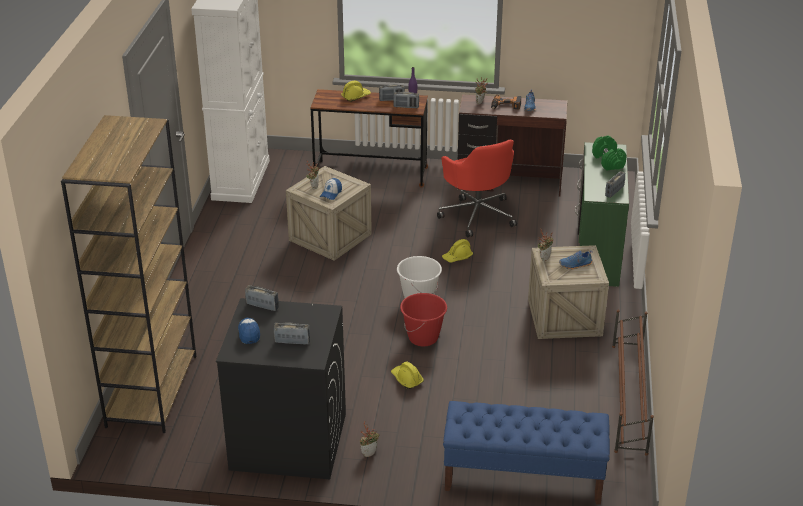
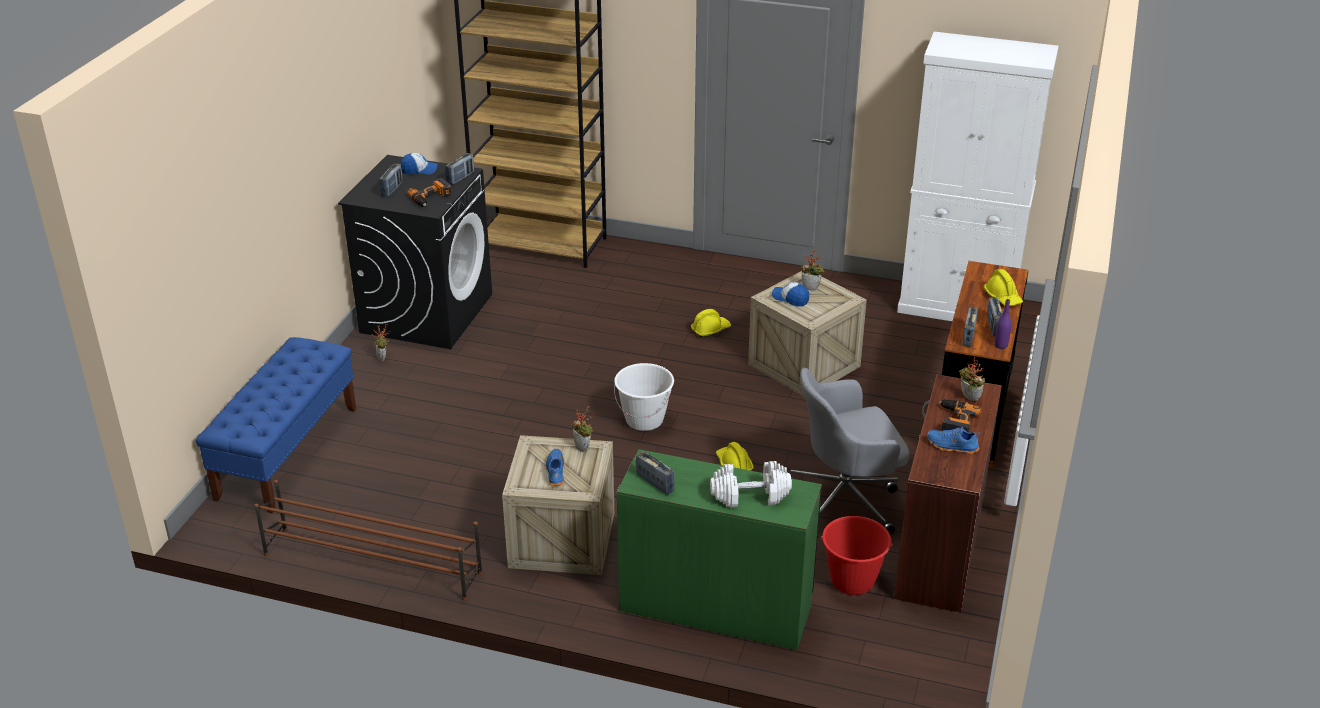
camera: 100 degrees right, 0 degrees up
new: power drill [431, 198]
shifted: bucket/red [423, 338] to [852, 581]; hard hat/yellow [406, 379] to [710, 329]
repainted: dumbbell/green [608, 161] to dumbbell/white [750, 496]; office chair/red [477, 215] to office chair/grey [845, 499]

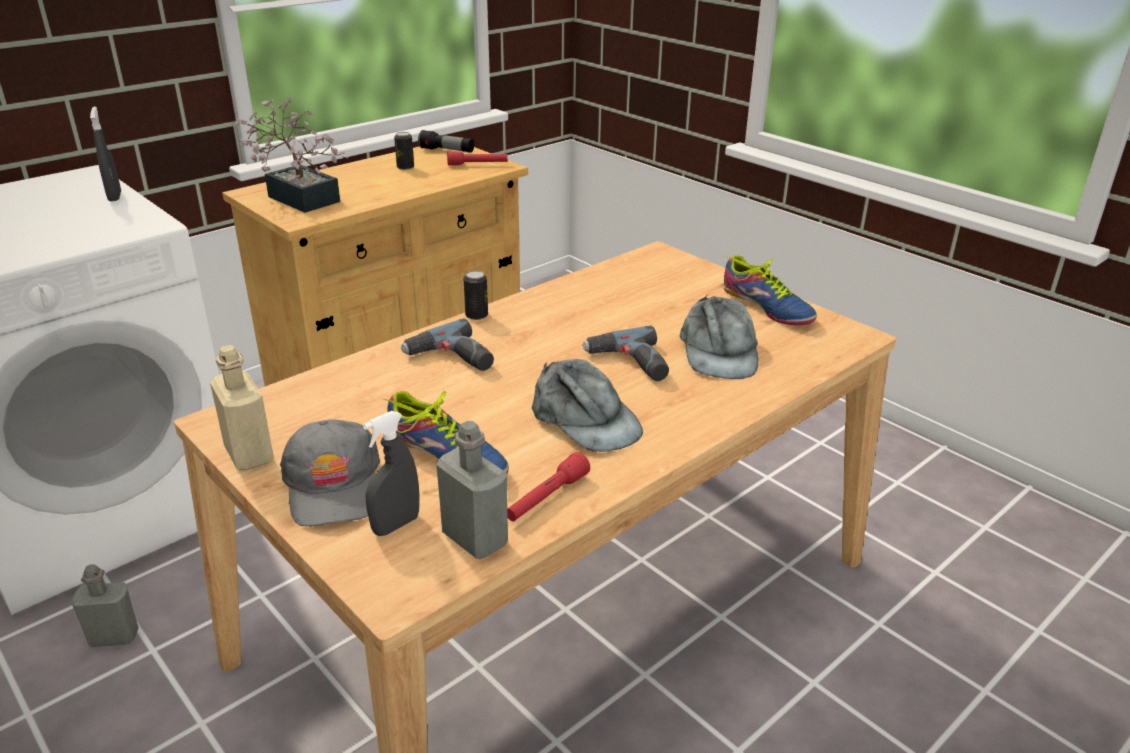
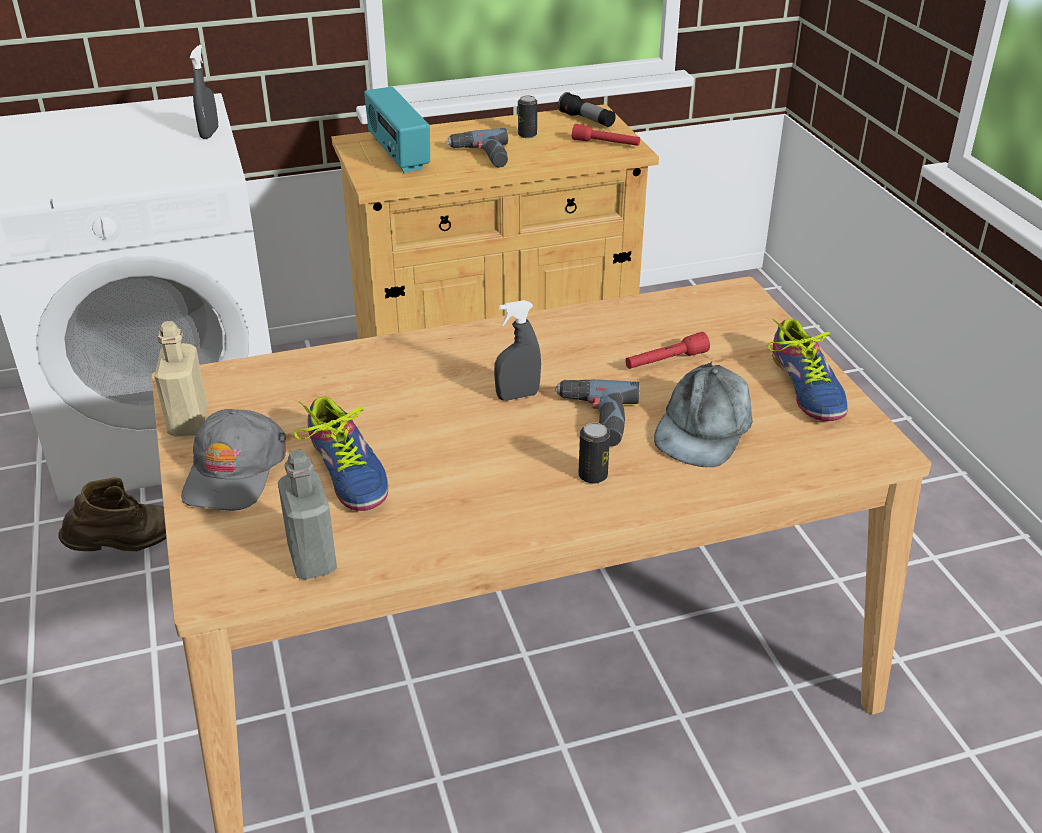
camera: 25 degrees right, 5 degrees up
gone: cap/grey [585, 420]
shifted: can [476, 315] to [592, 476]; power drill [451, 359] to [481, 156]; spray bottle/grey [396, 525] to [517, 396]; flashlight/red [547, 498] to [666, 361]
swapped: potted plant [299, 196] to radio [397, 154]; bottle/grey [114, 637] to boot/brown [124, 548]

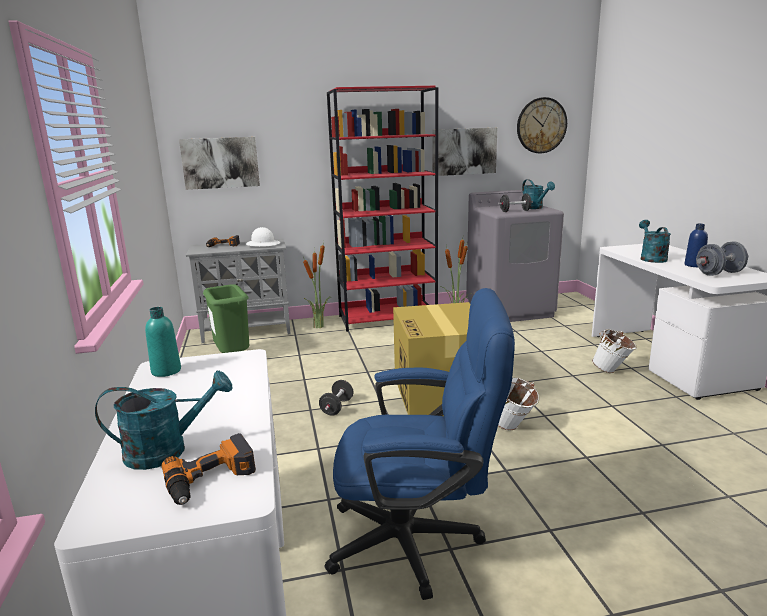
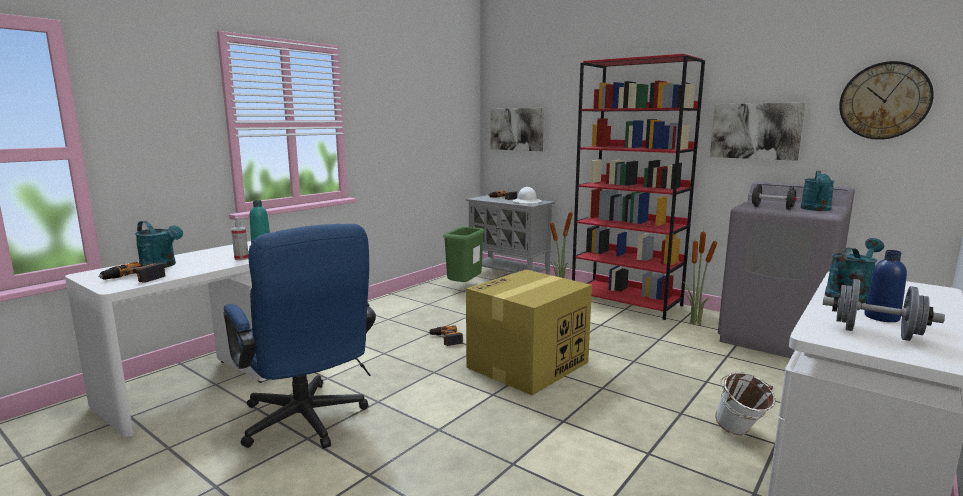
camera: 50 degrees right, 5 degrees down
gone: bucket/white [513, 428]
new: spray bottle [241, 258]
swapped: dumbbell/black [337, 407] to power drill [446, 339]

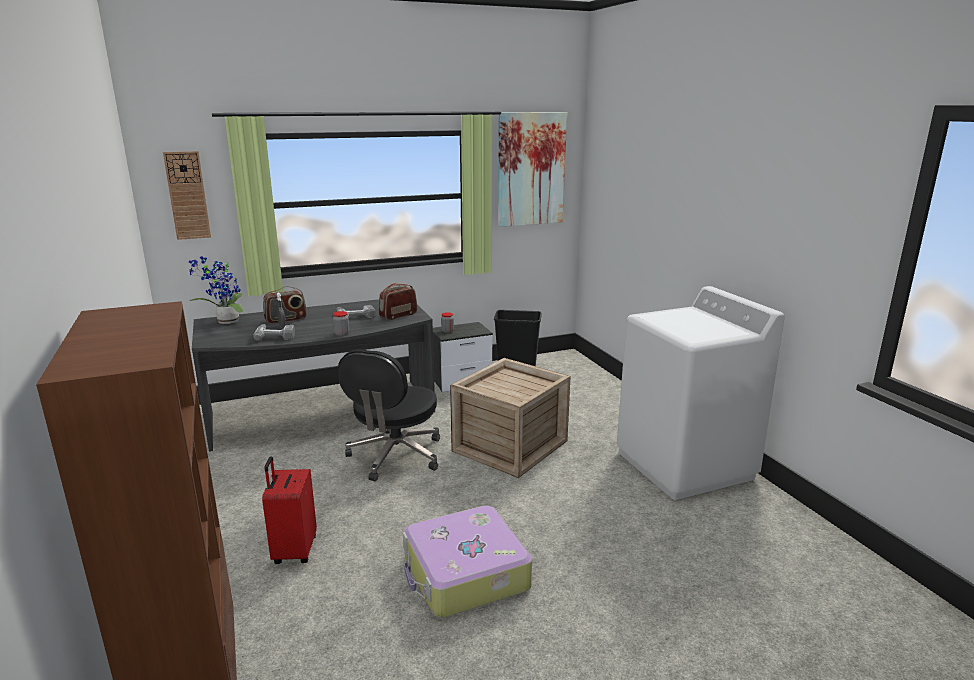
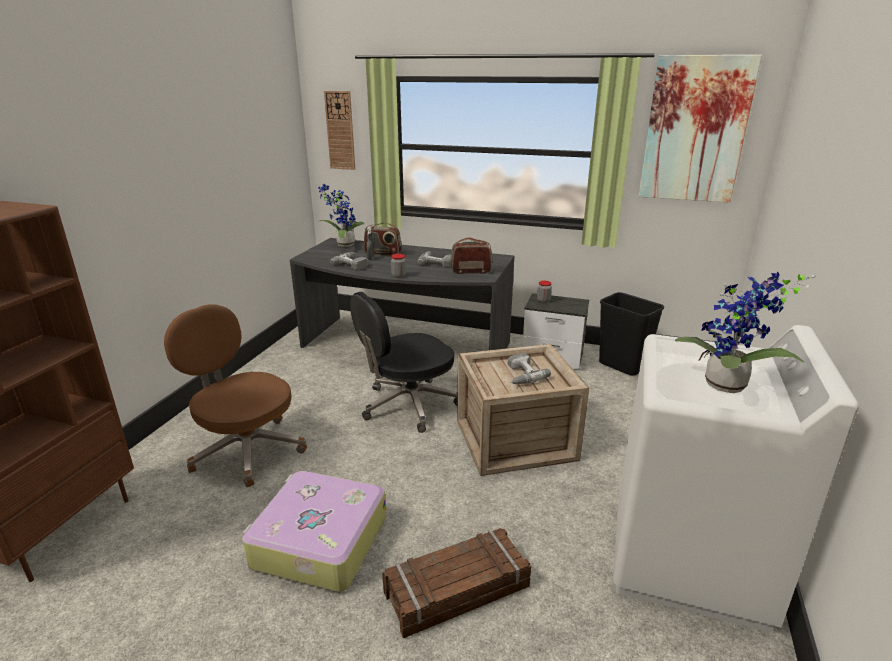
camera: 40 degrees right, 5 degrees up
new: potted plant [726, 388]; power drill [521, 375]; crate [457, 591]
swapped: suitcase/red [294, 551] to office chair/brown [246, 449]

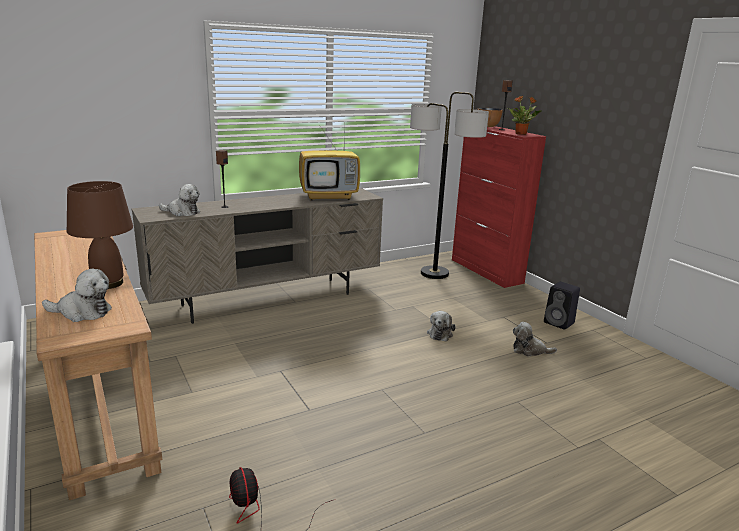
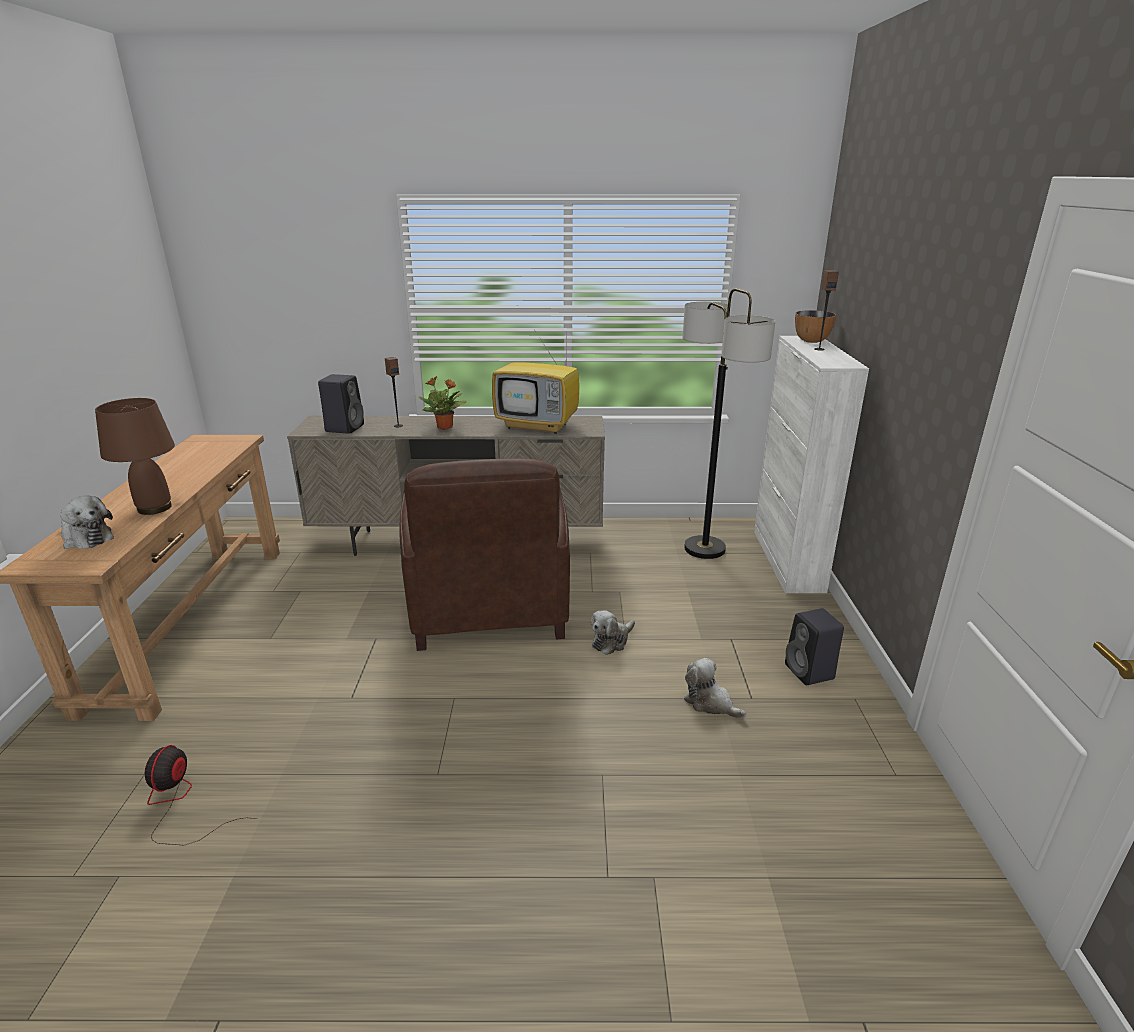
camera: 30 degrees right, 5 degrees up
new: armchair/brown [489, 608]
shifted: potted plant [521, 134] to [445, 427]
swapped: plush toy [182, 212] to speaker/black [345, 428]
repainted: cabinet/red [486, 271] to cabinet/white [787, 560]

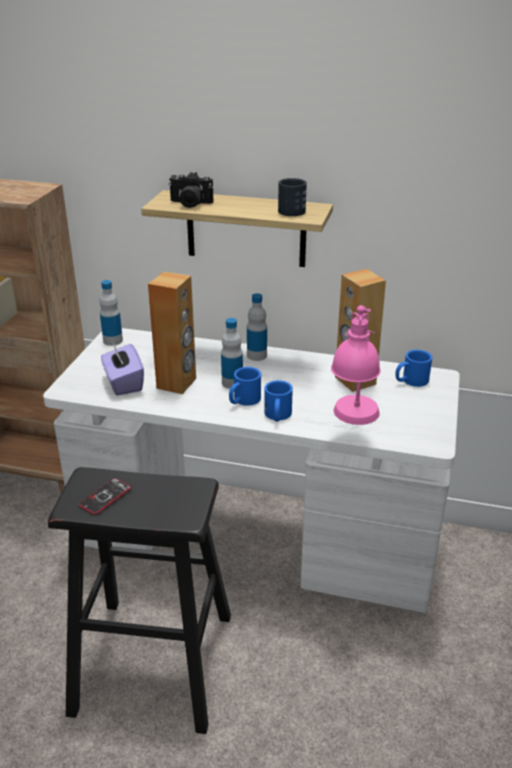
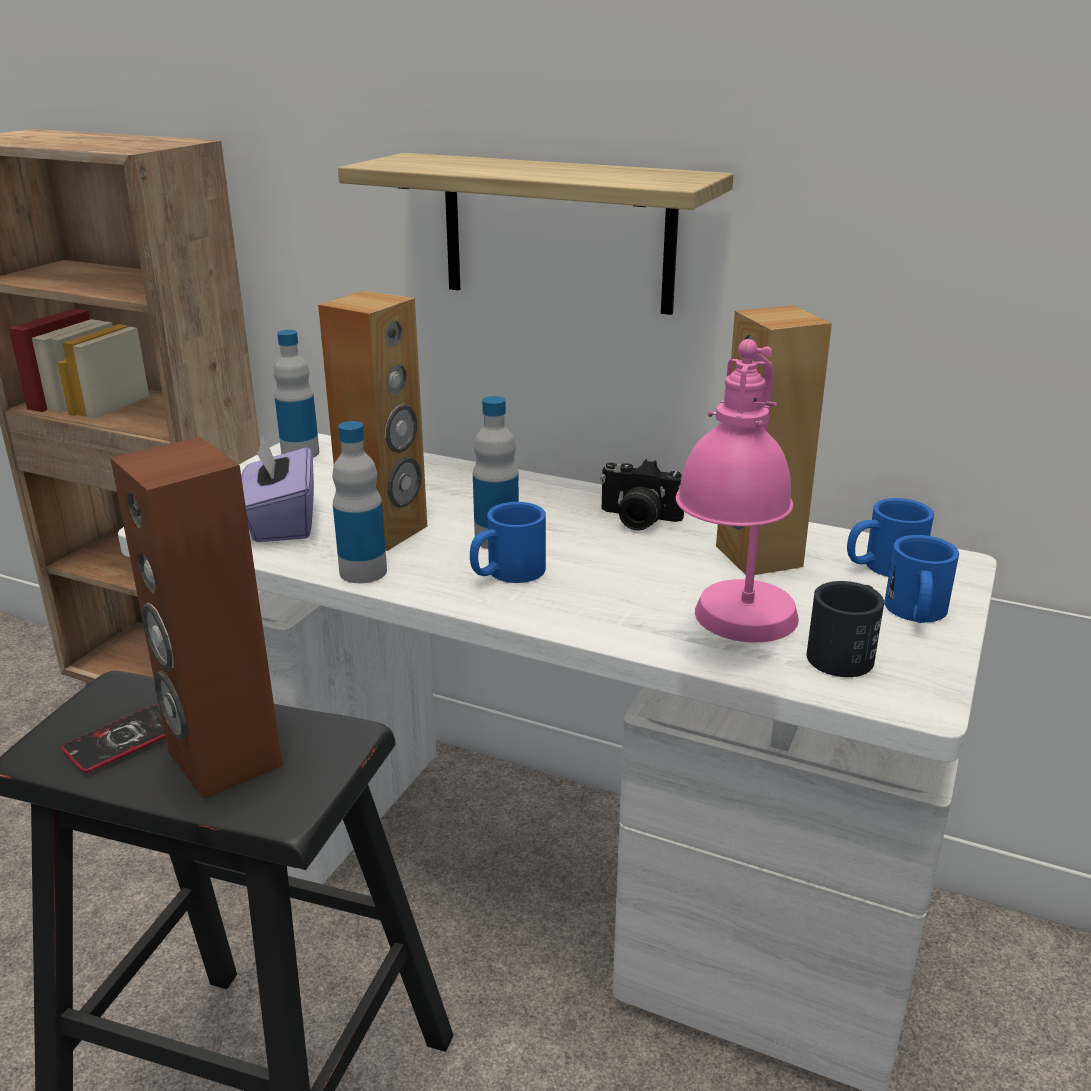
camera: 10 degrees right, 5 degrees down
new: speaker/brown [223, 760]
shifted: photo camera [190, 204] to [638, 519]; mug/black [294, 209] to [845, 652]; bottle [256, 355] to [363, 572]; mug/blue [277, 416] to [916, 614]

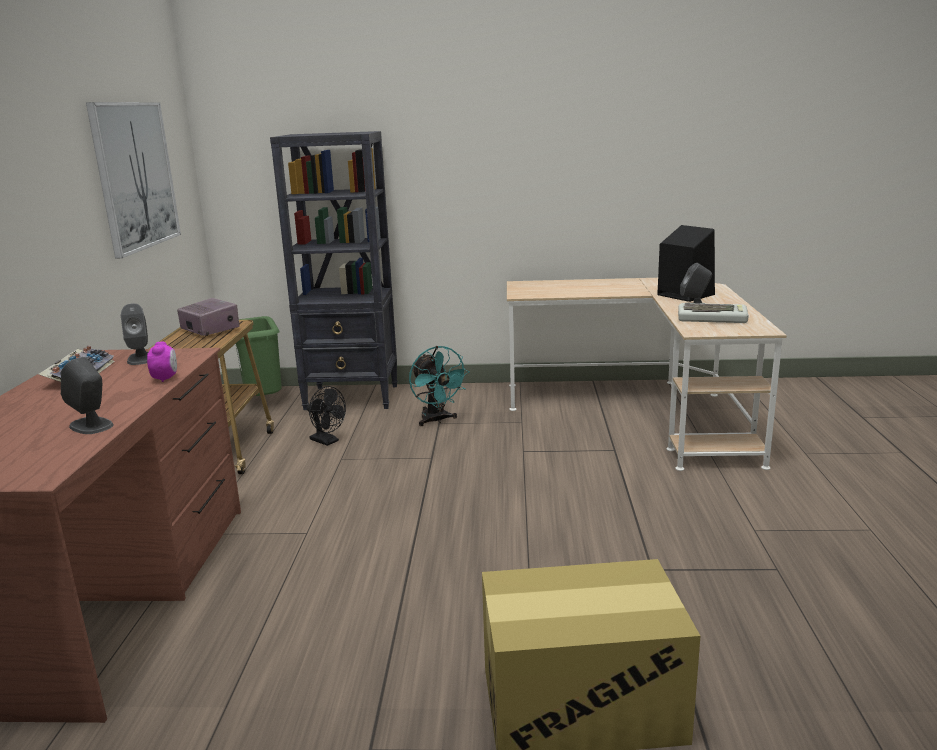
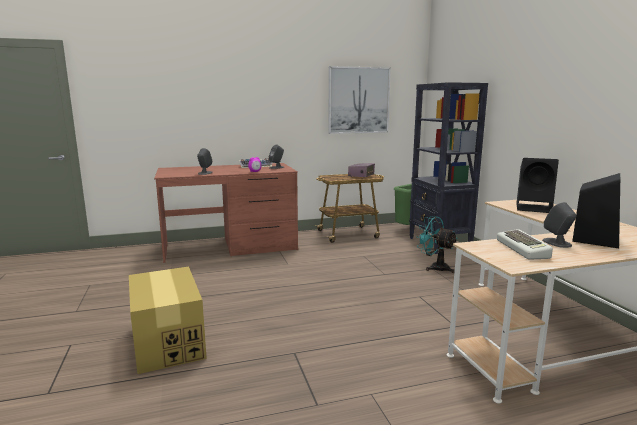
camera: 70 degrees right, 5 degrees down
gone: fan/black [327, 441]
new: speaker/black [534, 208]
rotated: fan/turquoise [437, 420] = [435, 267] 90 degrees clockwise

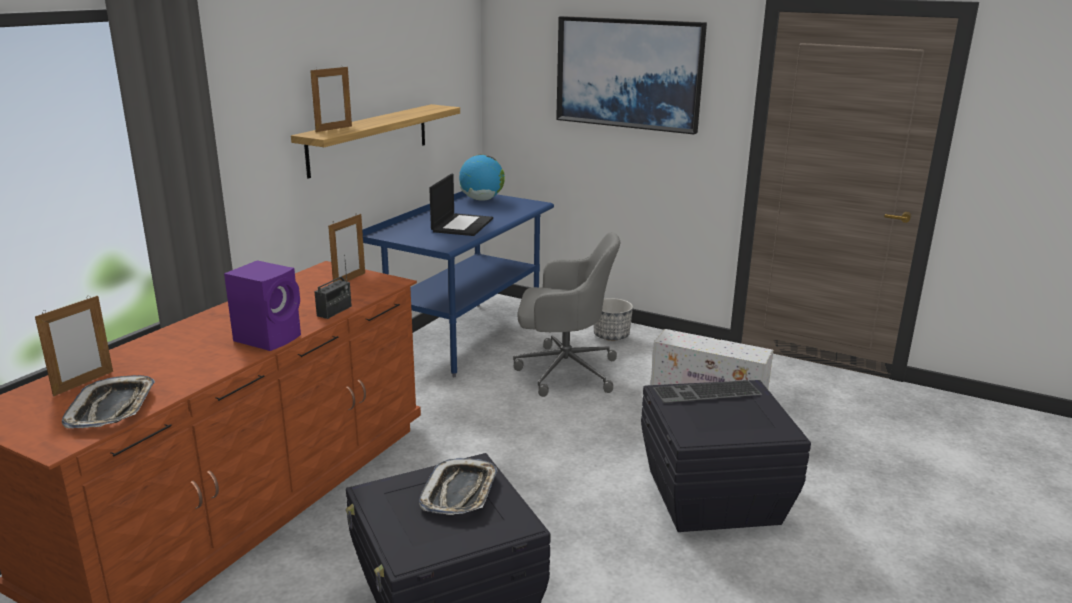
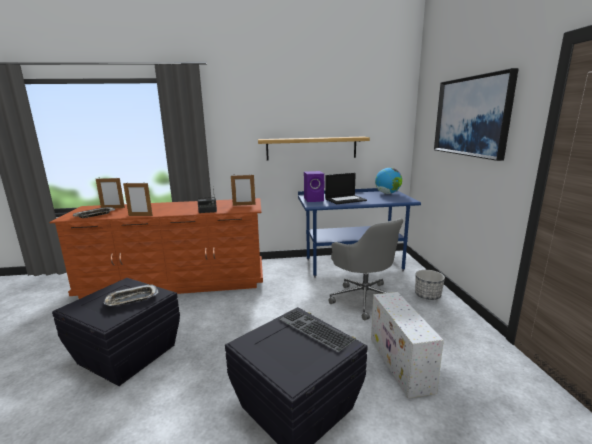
camera: 55 degrees right, 5 degrees down
shifted: picture frame [334, 129] to [140, 215]; speaker/purple [269, 338] to [314, 199]

